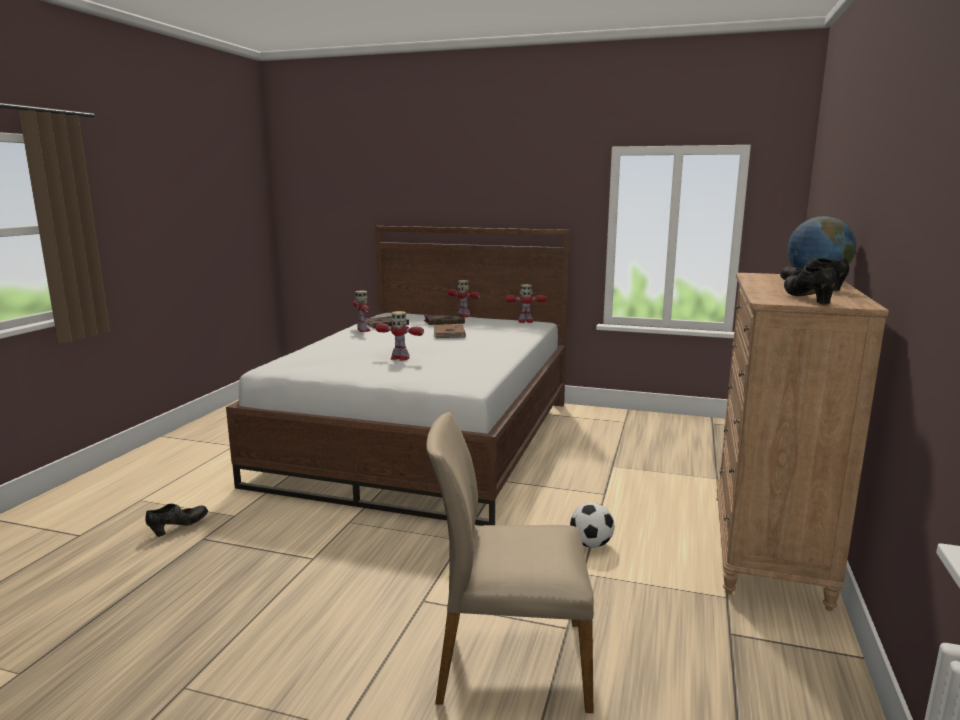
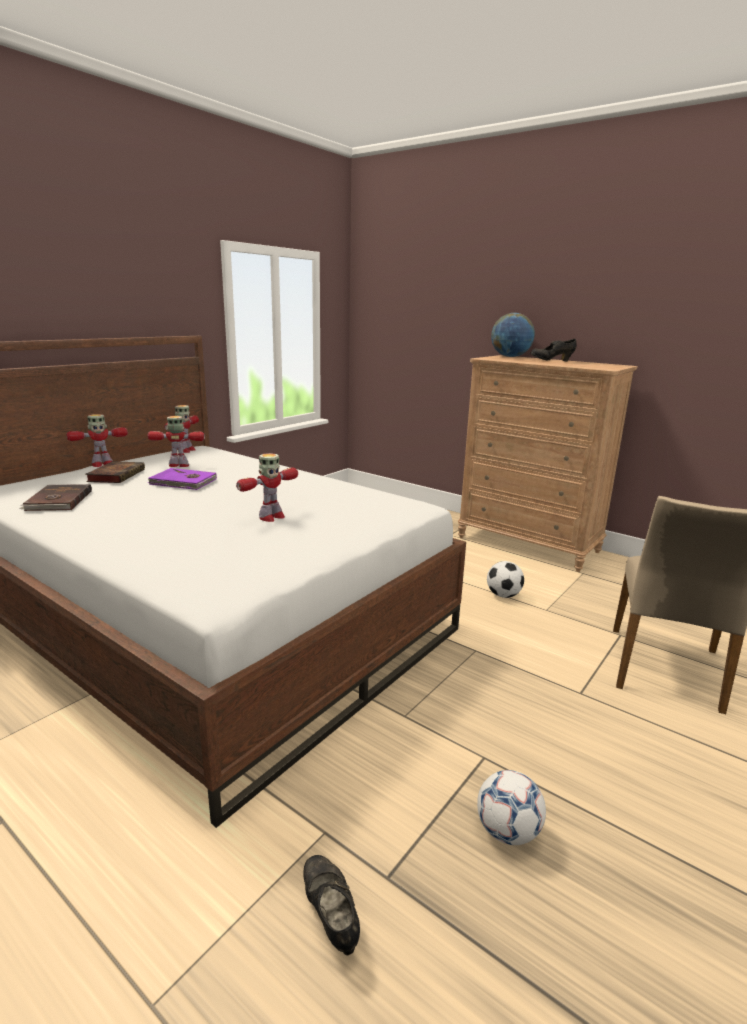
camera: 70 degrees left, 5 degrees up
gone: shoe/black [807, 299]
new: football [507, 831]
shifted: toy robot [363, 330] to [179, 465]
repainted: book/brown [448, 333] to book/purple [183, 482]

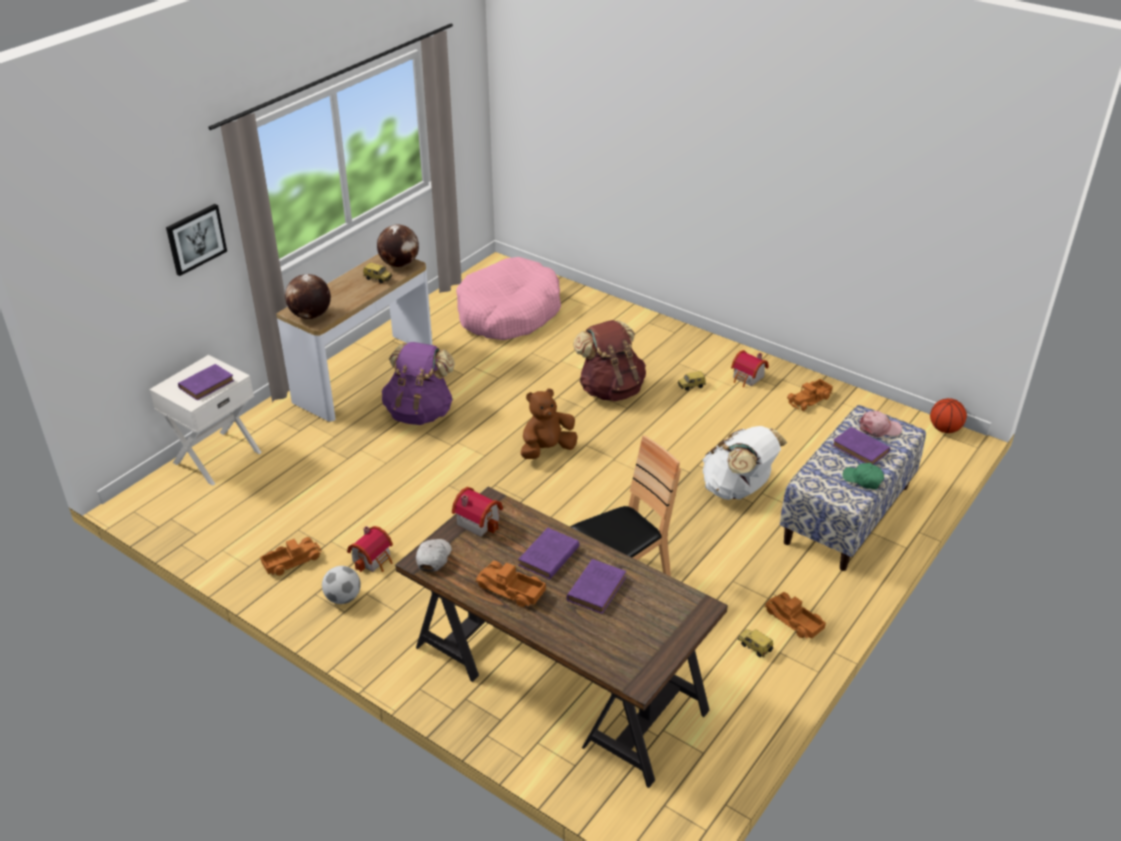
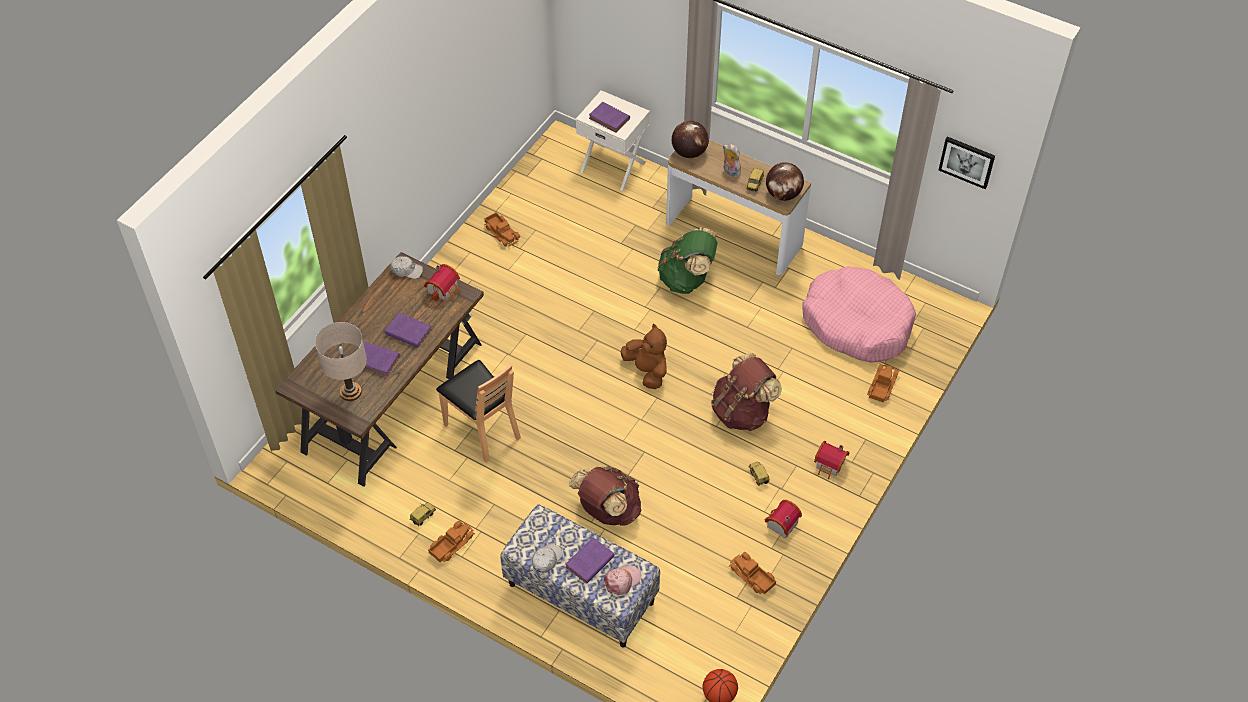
camera: 85 degrees right, 15 degrees up
gone: football [343, 598]
new: plush toy [730, 172]; table lamp/beige [351, 392]
shifted: picture [195, 239] to [967, 161]; toy house [374, 559] to [830, 466]; toy truck [510, 590] to [881, 385]
repainted: backpack/purple [420, 412] to backpack/green [687, 279]; backpack/white [738, 489] to backpack/brown [607, 511]; cap/green [863, 480] to cap/white [546, 559]
rotated: cap/pink [879, 428] = [622, 580] 120 degrees counterclockwise

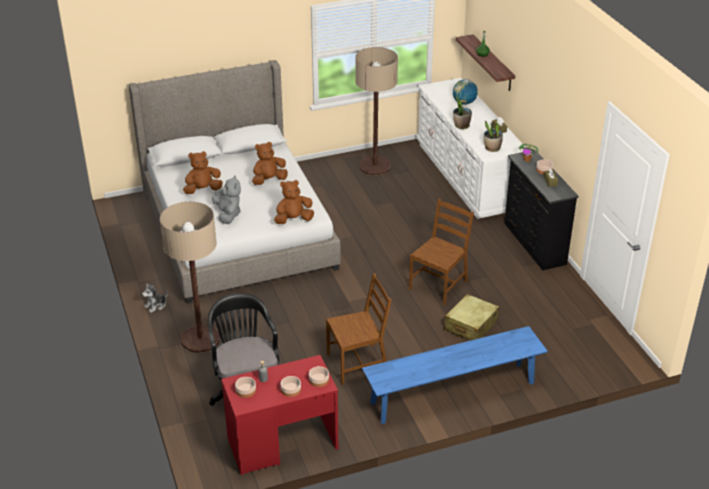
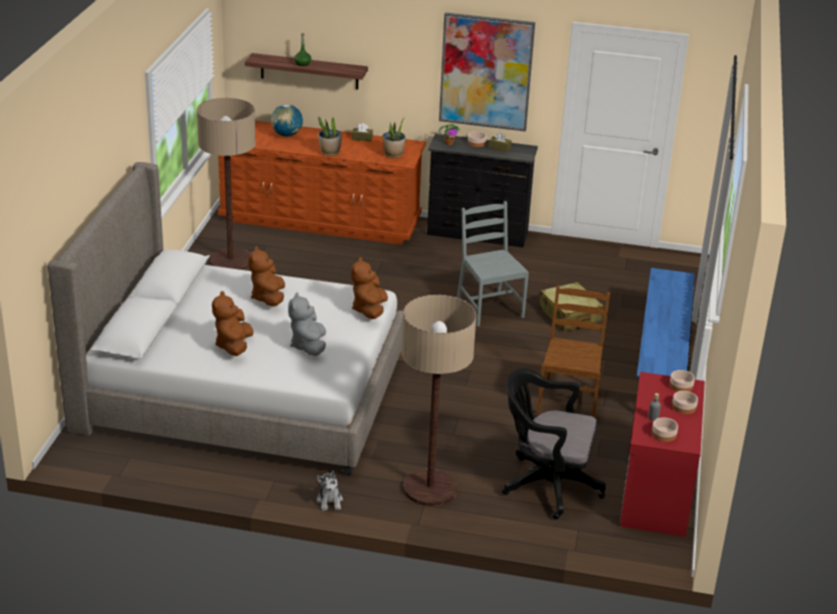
camera: 60 degrees left, 5 degrees down
new: picture [486, 72]
repainted: dresser/white [467, 176] to dresser/brown [320, 219]; chair/brown [439, 285] to chair/grey [488, 307]
rotated: plush toy/grey [228, 214] = [308, 346] 105 degrees counterclockwise

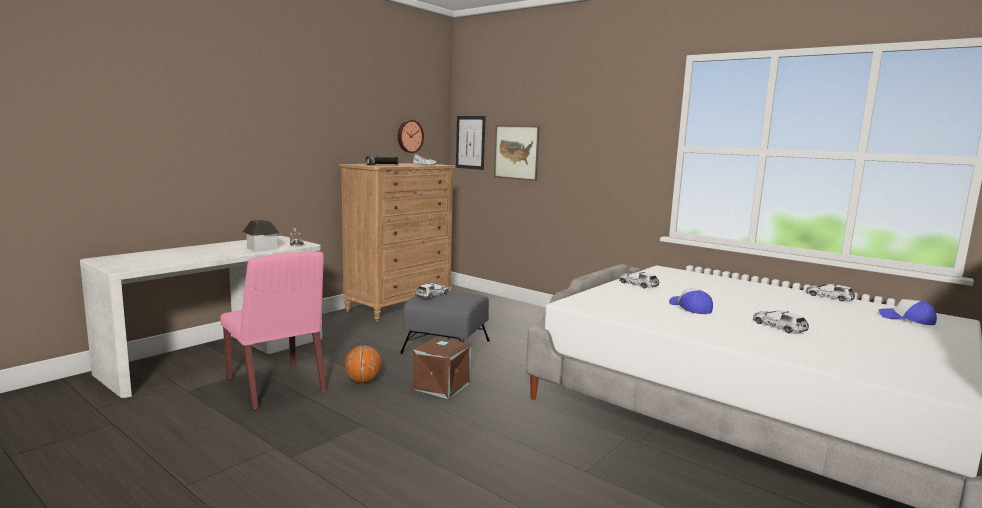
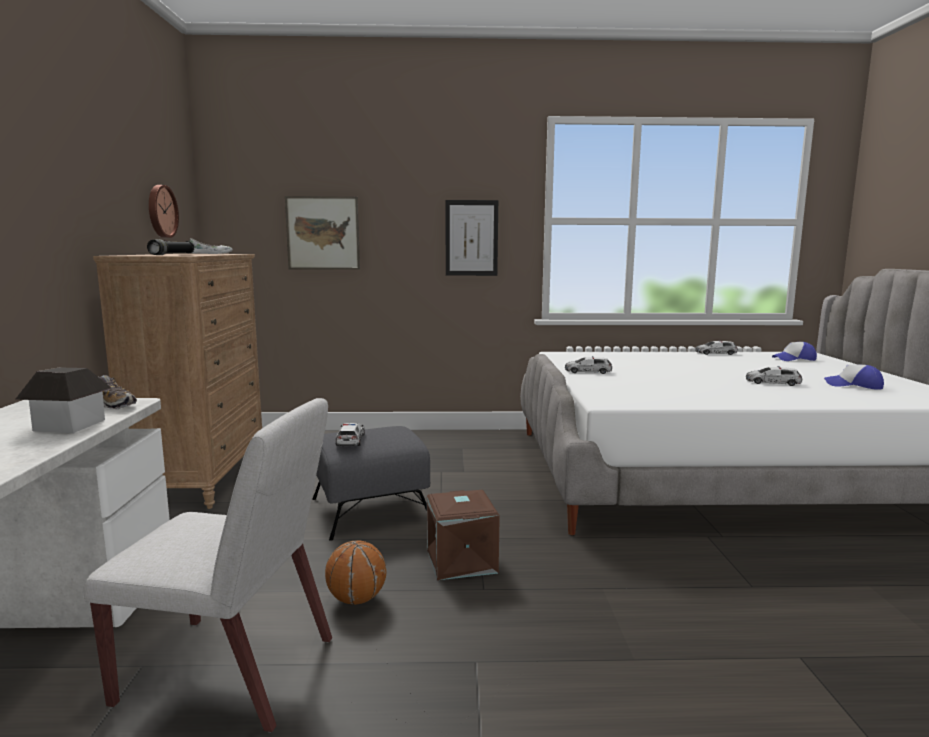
camera: 40 degrees left, 0 degrees up
shifted: picture [470, 142] to [471, 238]; cap [690, 307] to [853, 385]
repainted: chair/pink [276, 385] to chair/white [231, 671]

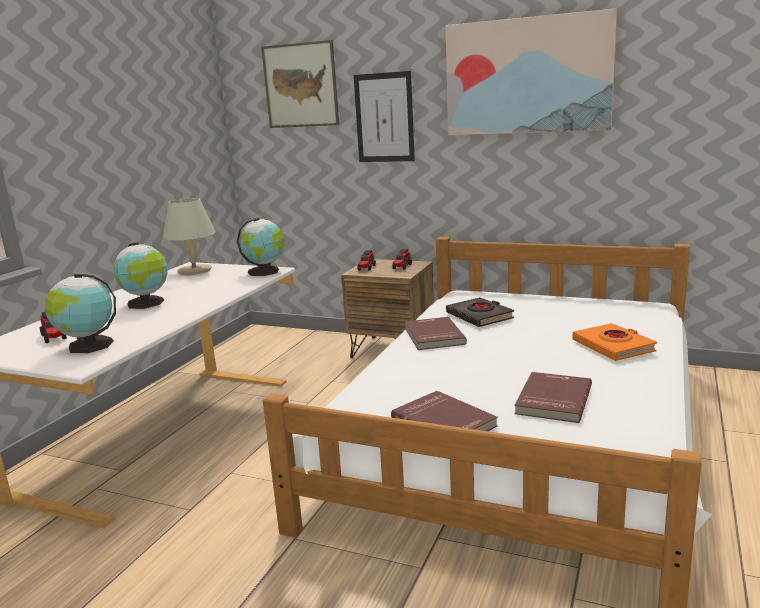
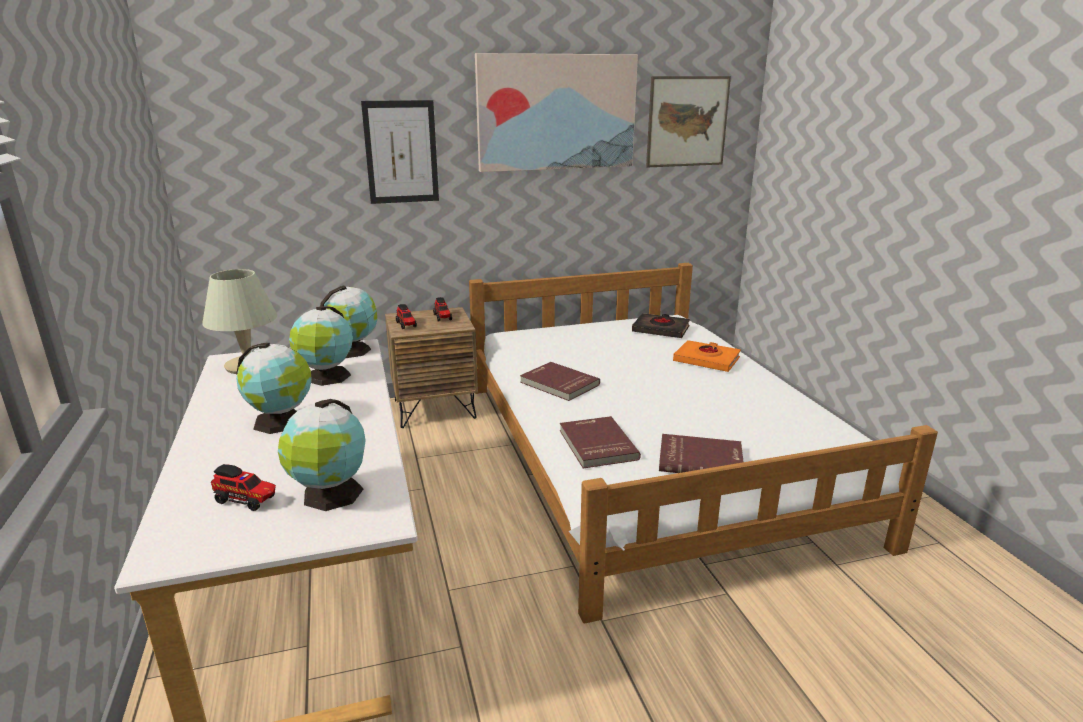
camera: 40 degrees left, 5 degrees up
new: globe [327, 377]
shifted: picture [300, 85] to [687, 122]; book/black [479, 316] to [661, 330]; book/red [552, 400] to [596, 445]

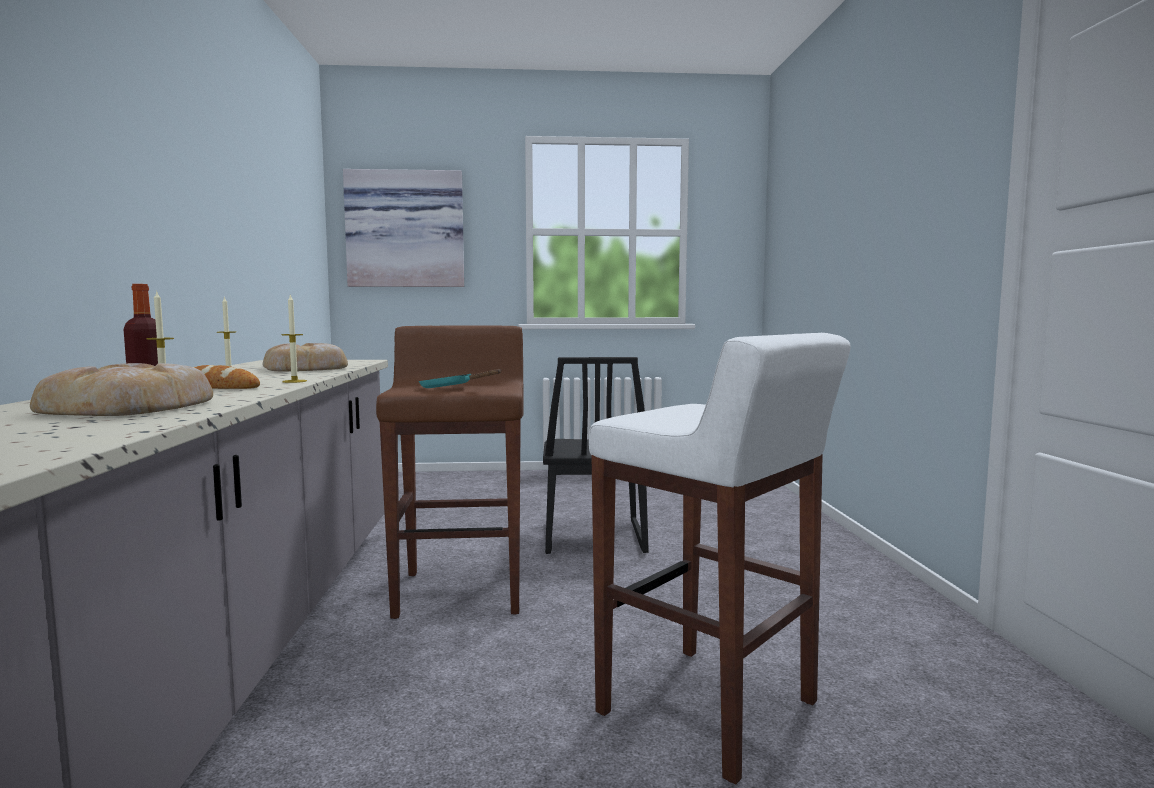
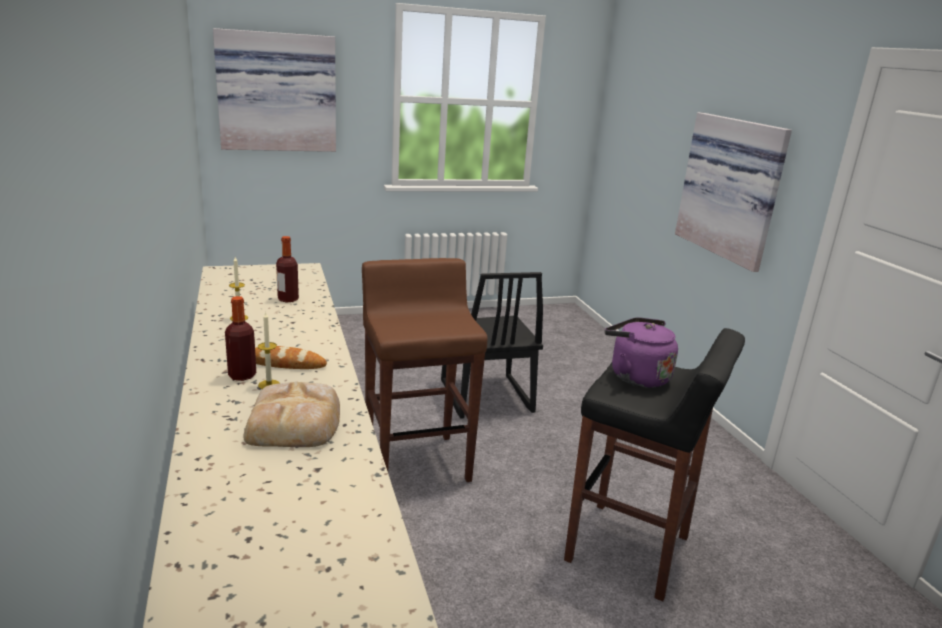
camera: 15 degrees left, 15 degrees up
gone: candle [294, 381]; frying pan/turquoise [451, 388]
new: picture [733, 188]; kettle/purple [635, 376]
swapped: bread [307, 368] to bottle [288, 299]
repainted: stool/white [710, 709] to stool/black [630, 550]

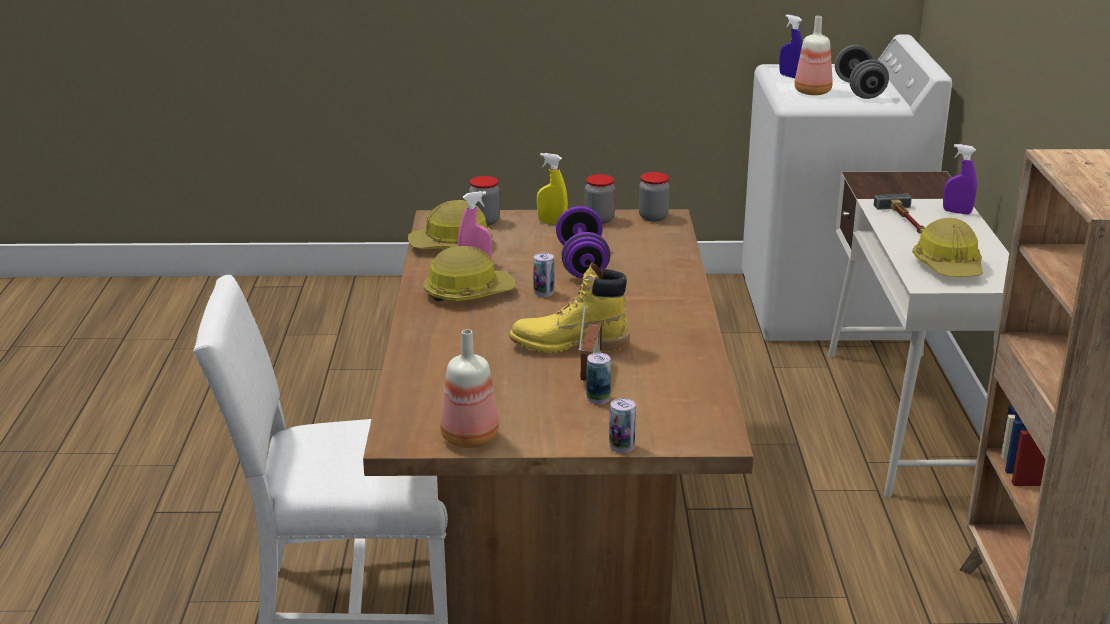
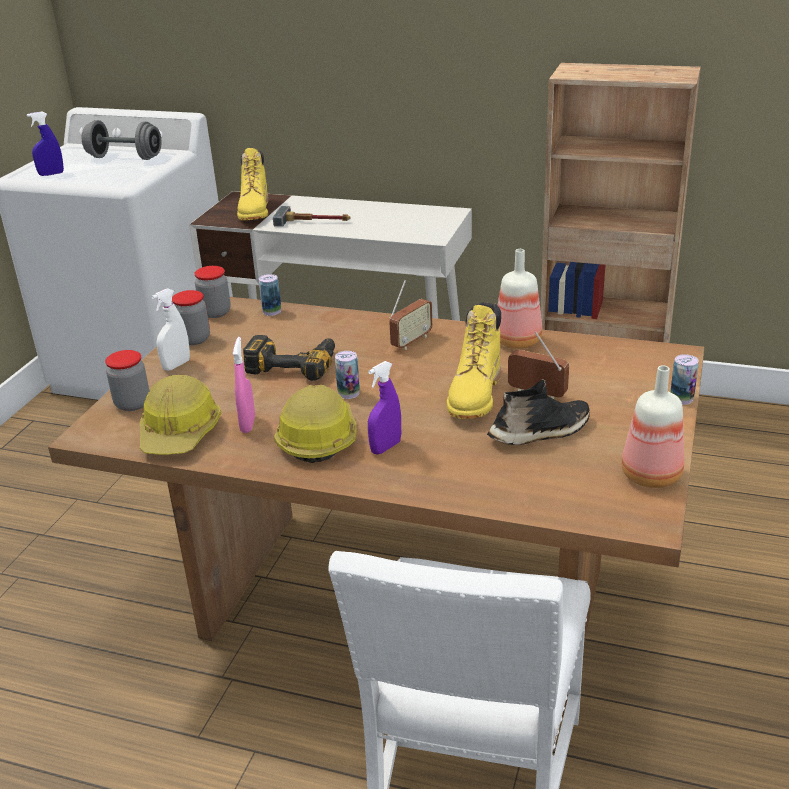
camera: 70 degrees left, 5 degrees up
gone: hard hat [948, 266]
new: boot/yellow [255, 212]; radio [411, 341]; shoe/black [541, 433]
shifted: bottle [813, 92] to [516, 341]; spray bottle/purple [957, 212] to [385, 447]; can [598, 398] to [272, 311]
swapped: dumbbell/purple [582, 263] to power drill [294, 363]
repainted: spray bottle/yellow [552, 222] to spray bottle/white [176, 365]

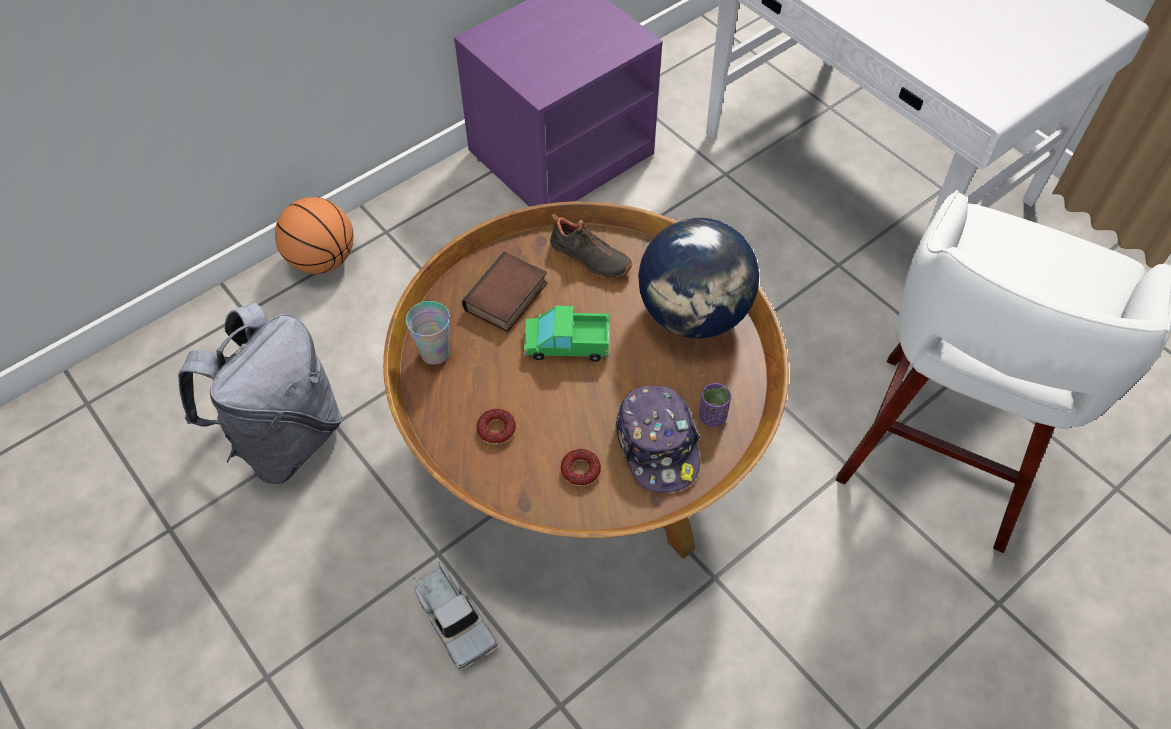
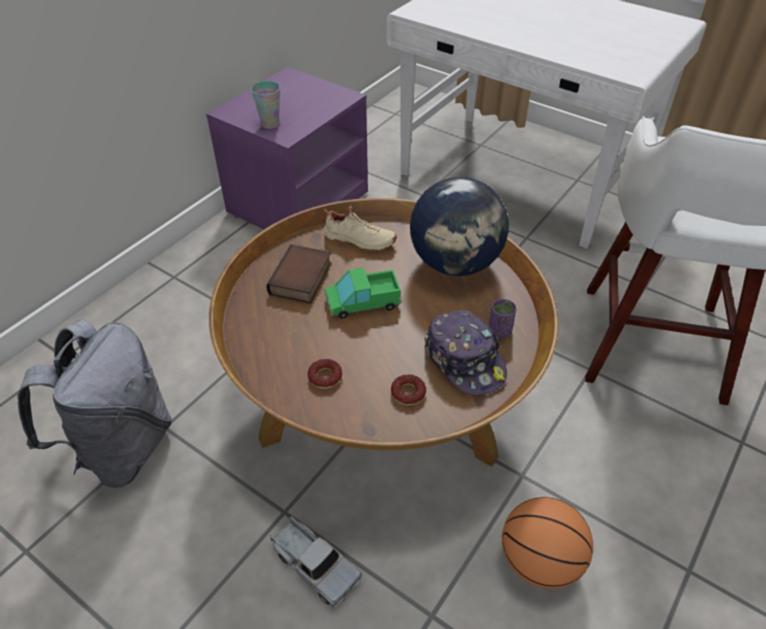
camera: 15 degrees left, 10 degrees down
shifted: basketball [322, 260] to [539, 561]; cup [435, 353] to [270, 124]
repainted: shoe/black [589, 259] to shoe/beige [359, 241]

